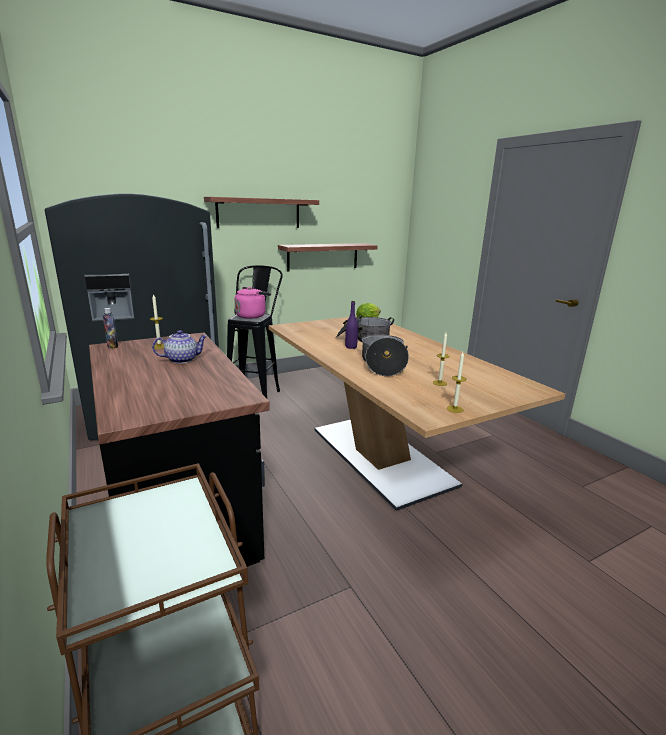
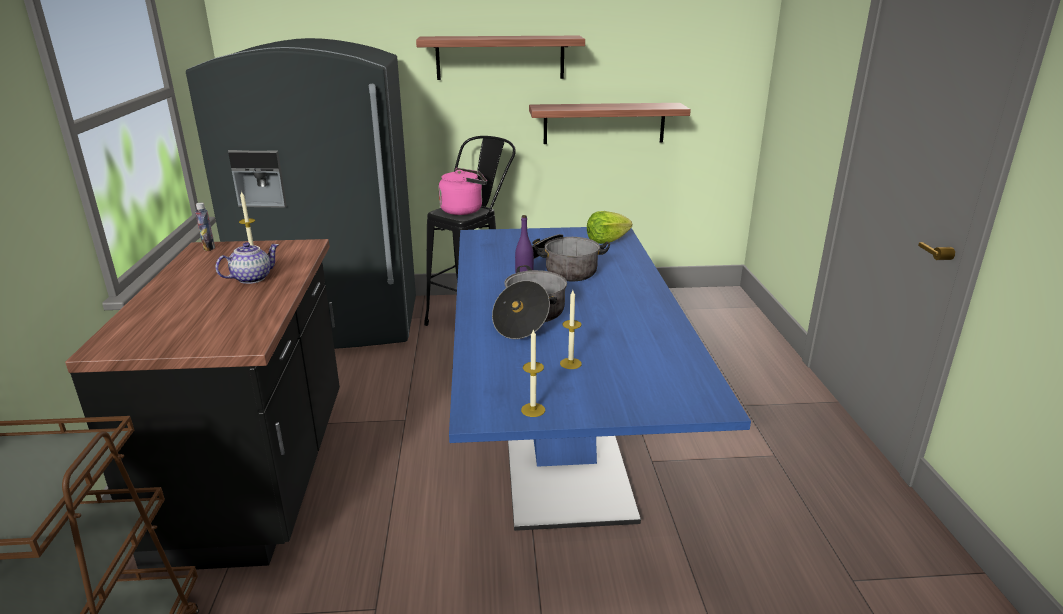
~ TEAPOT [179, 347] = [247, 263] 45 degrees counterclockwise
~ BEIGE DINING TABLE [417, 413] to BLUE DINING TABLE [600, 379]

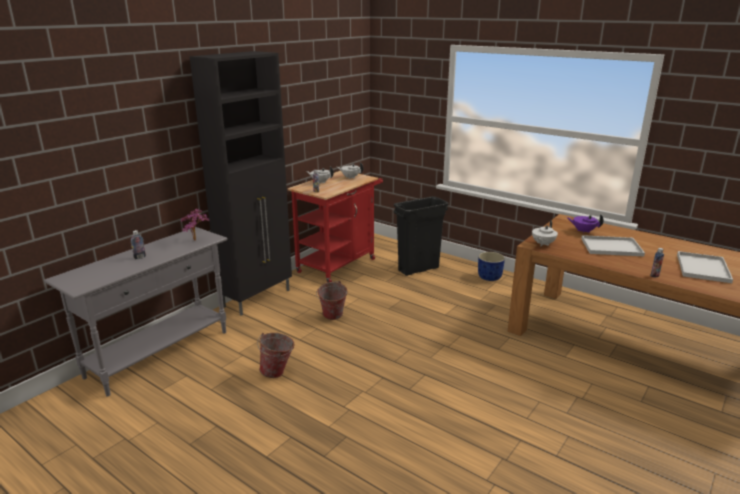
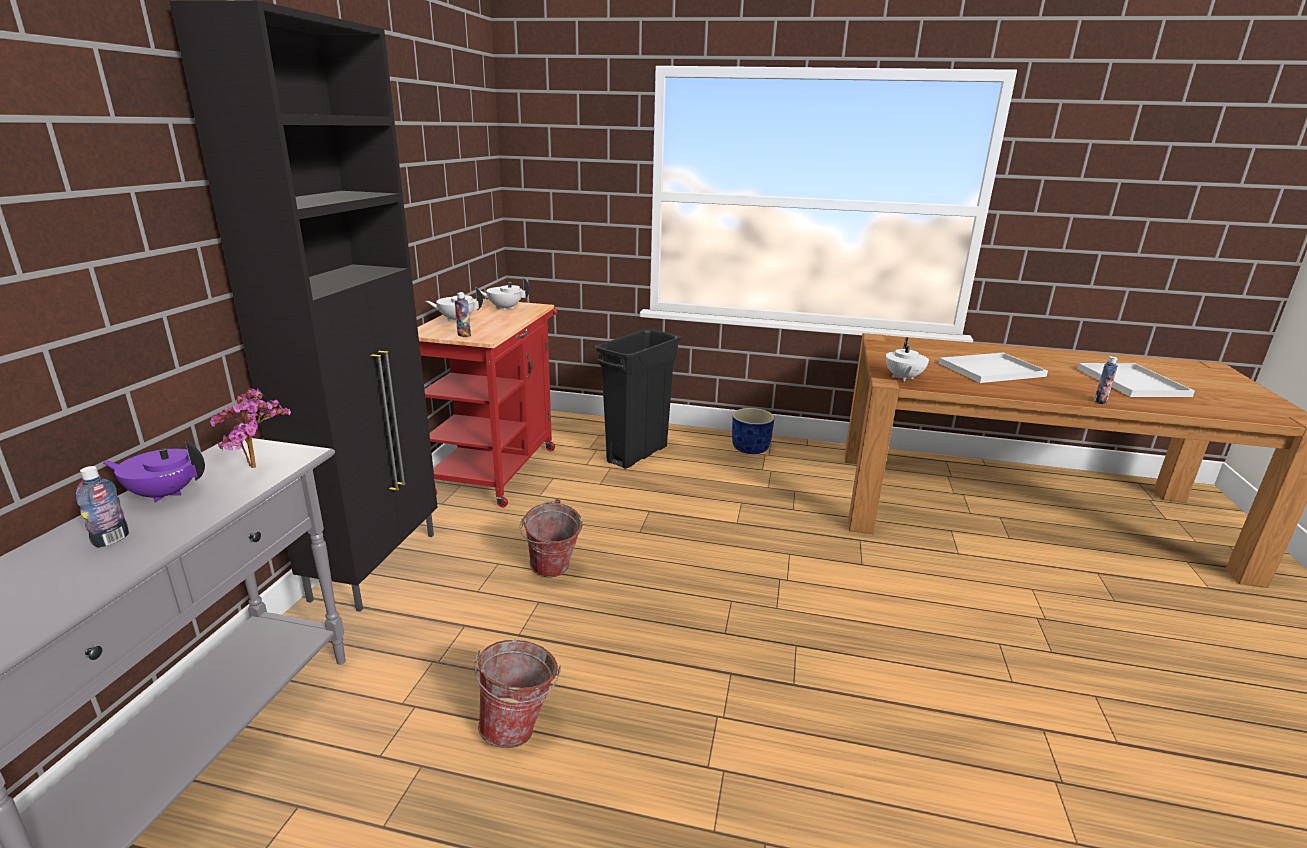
~ PURPLE TEAPOT [585, 224] to [153, 472]

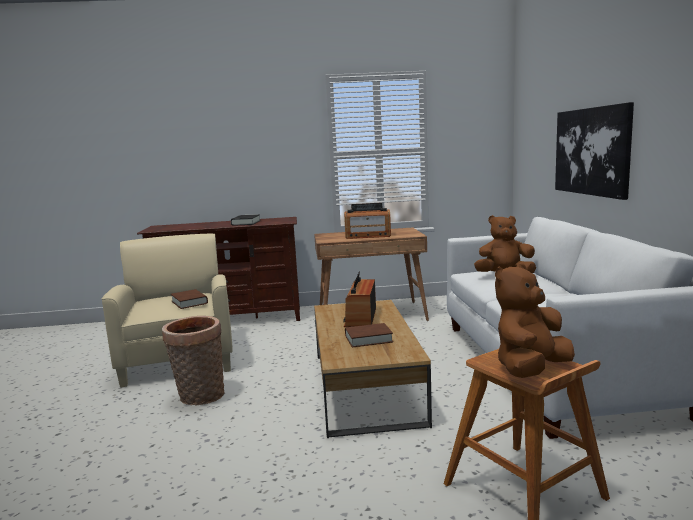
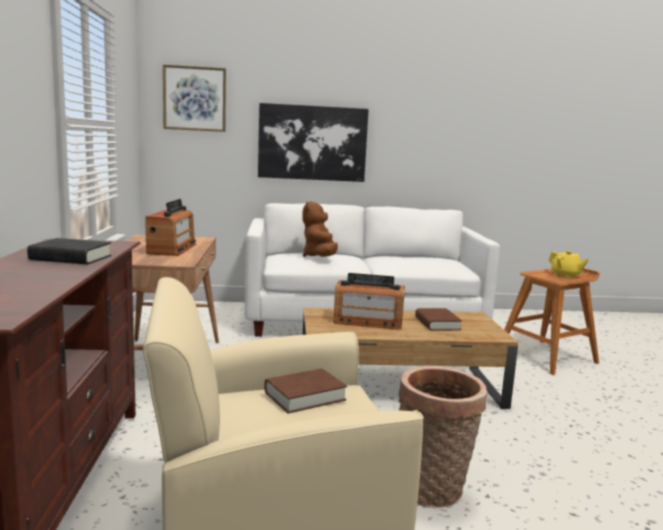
+ PICTURE [194, 98]
~ BROWN PLUSH TOY [535, 320] to YELLOW TEAPOT [569, 264]

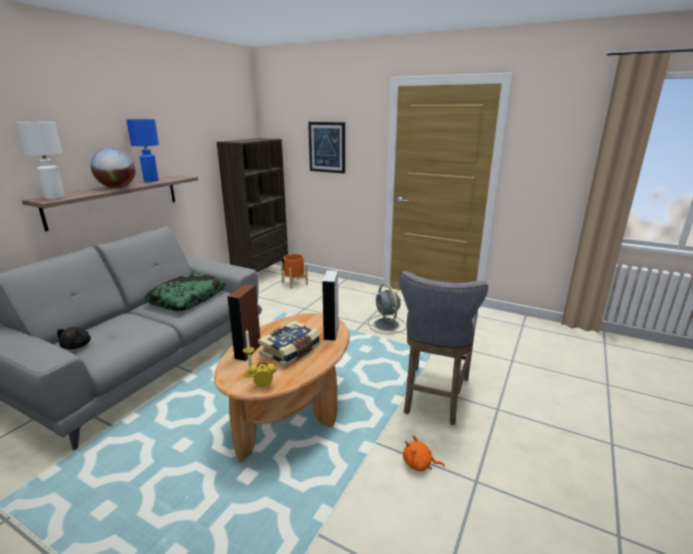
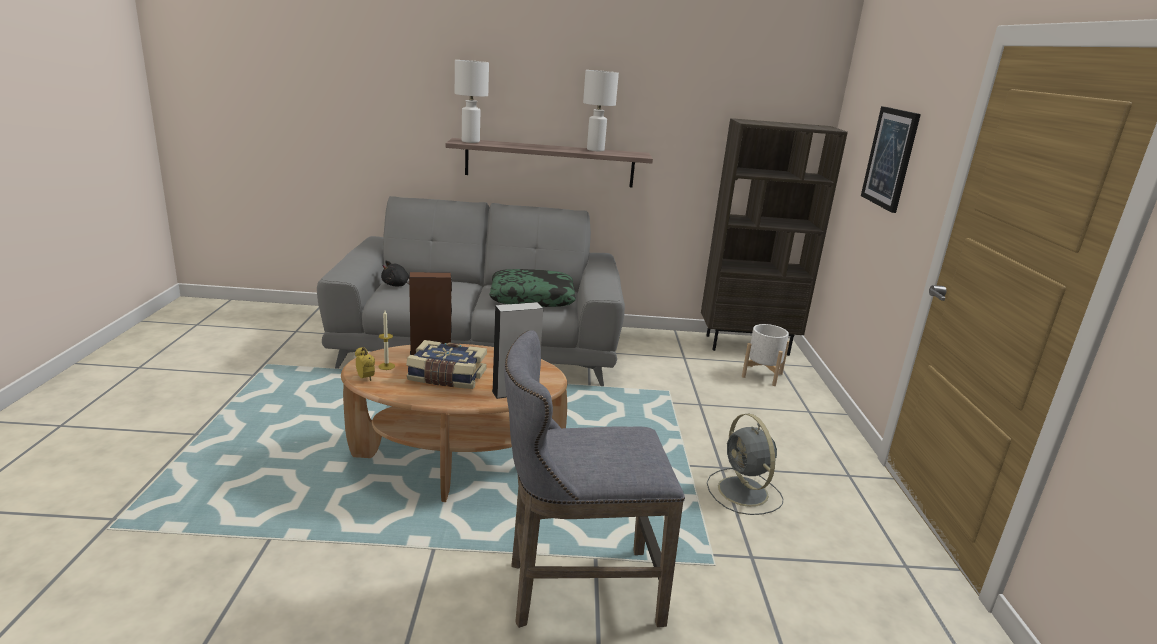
~ BLUE TABLE LAMP [143, 150] to WHITE TABLE LAMP [601, 110]
~ GREY FAN [387, 308] = [745, 464] 60 degrees counterclockwise
~ ORANGE PLANTER [294, 271] to WHITE PLANTER [765, 355]
- GLOBE [113, 168]
- ORANGE PLUSH TOY [424, 453]

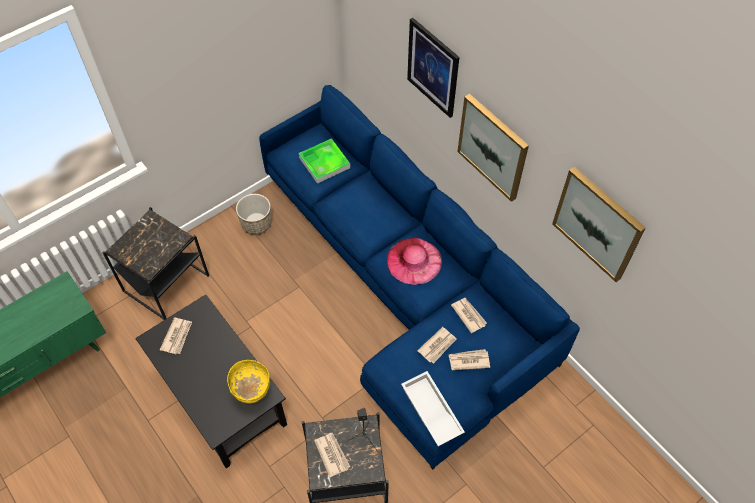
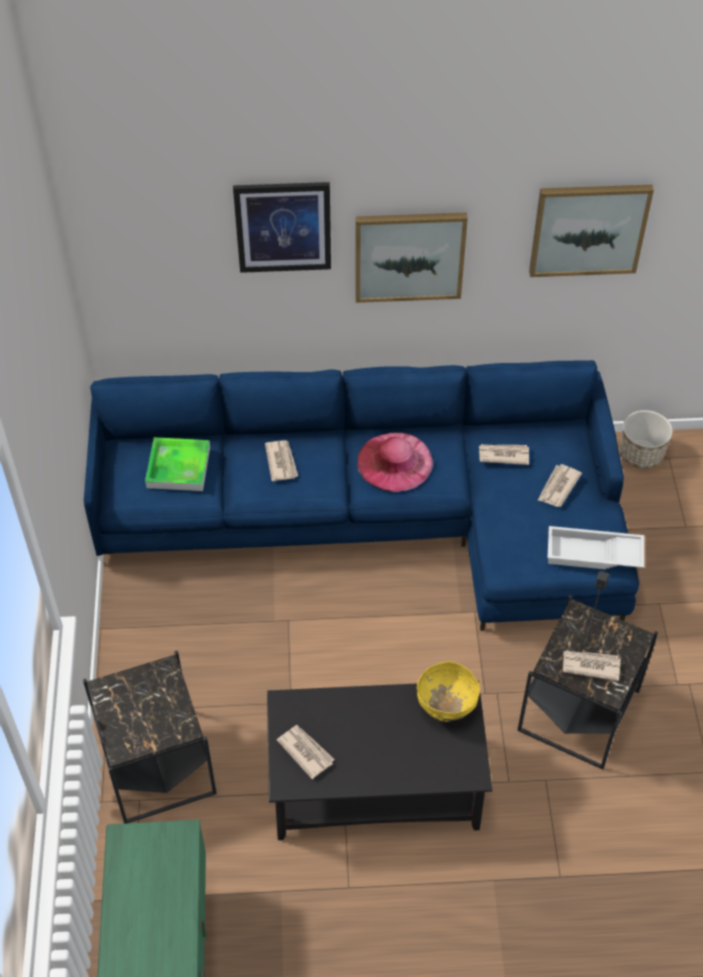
~ NEWSPAPER [437, 345] to [281, 460]
~ PLANTER [254, 214] to [646, 439]

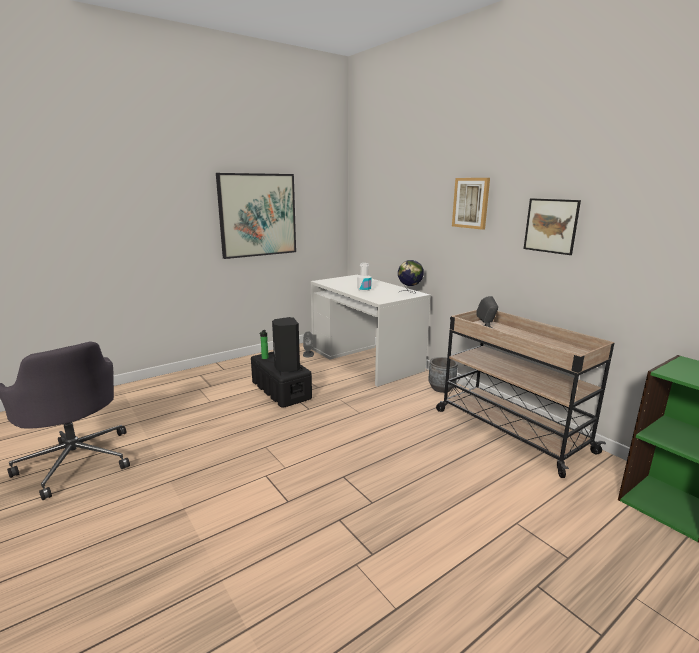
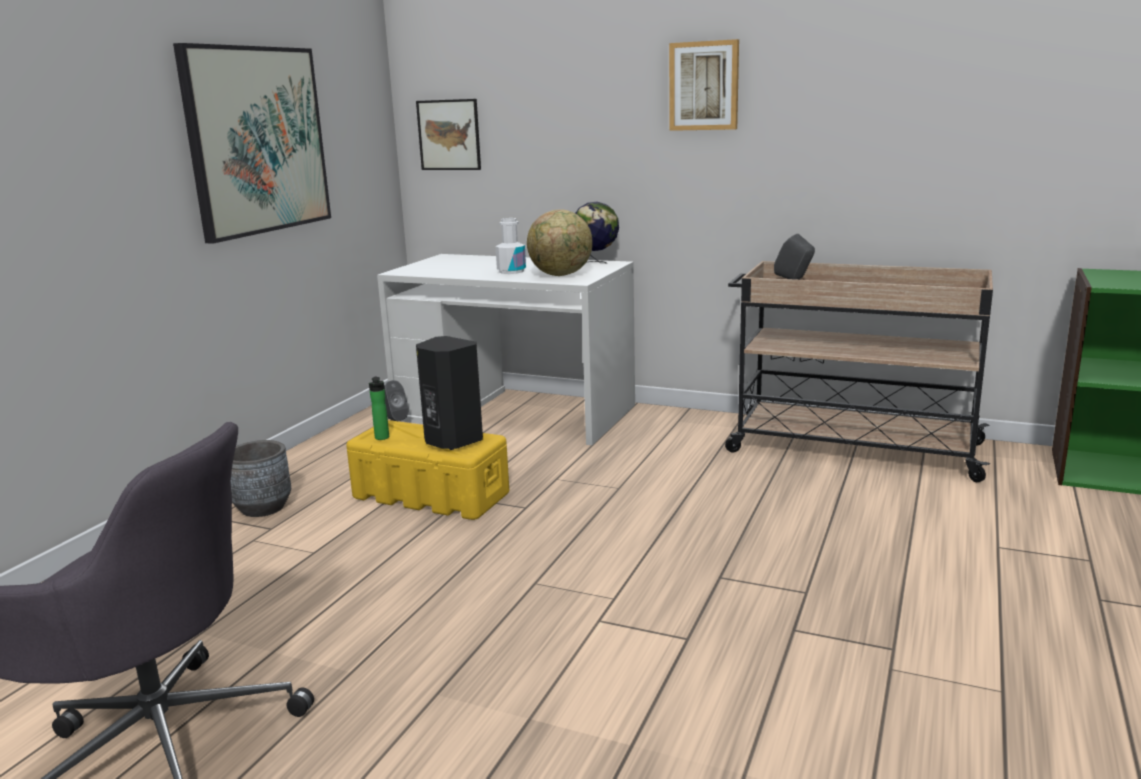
~ GREY PLANTER [443, 375] to [261, 478]
~ BLACK STORAGE BOX [281, 379] to YELLOW STORAGE BOX [427, 470]
~ PICTURE [552, 226] to [448, 134]
+ GLOBE [560, 242]

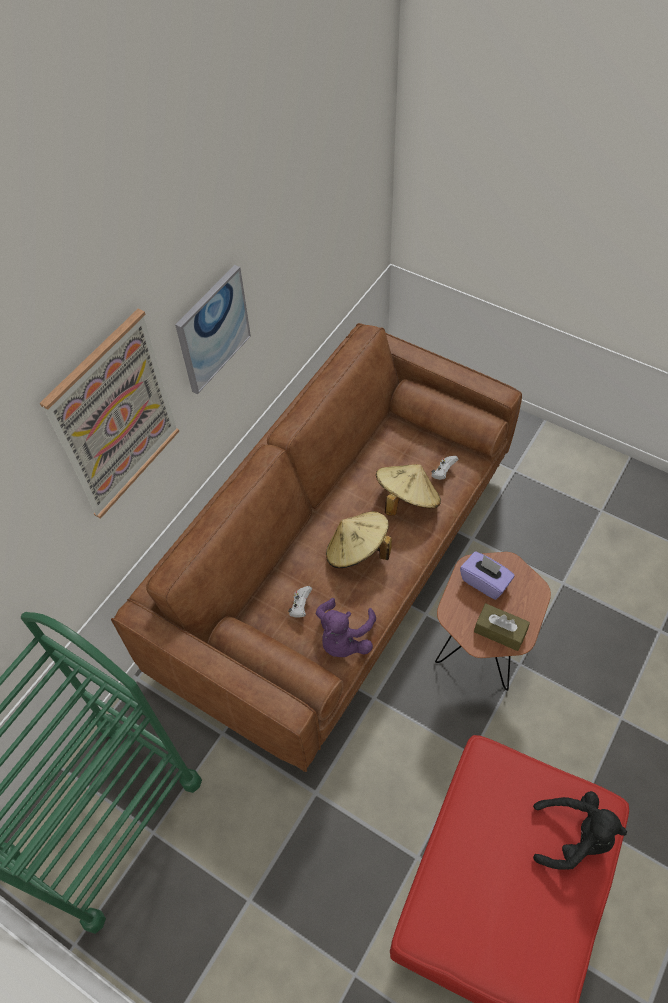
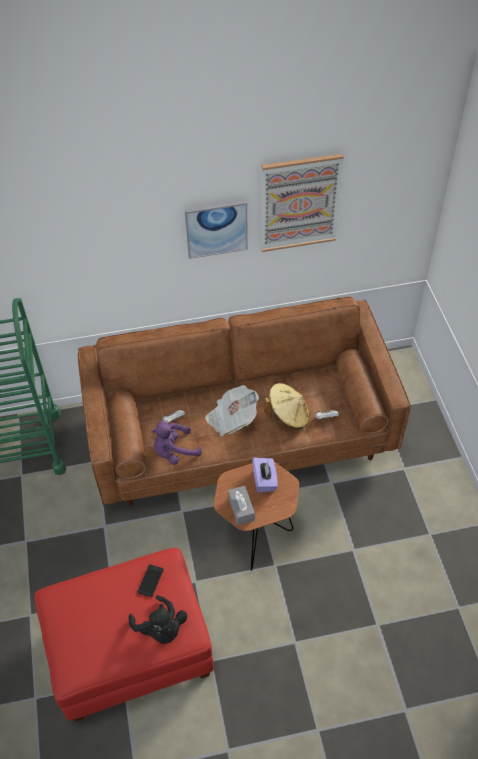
+ PHONE [151, 580]
~ BEIGE HAT [359, 539] to NEWSPAPER [232, 411]
~ BROWN TISSUE BOX [502, 627] to GREY TISSUE BOX [241, 505]
~ PICTURE [109, 414] to [302, 203]

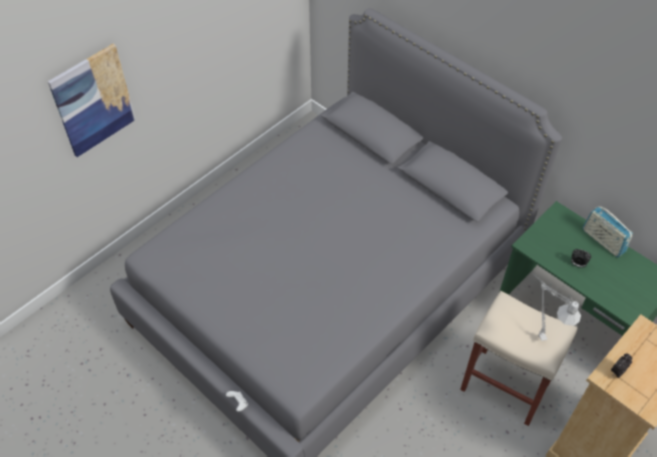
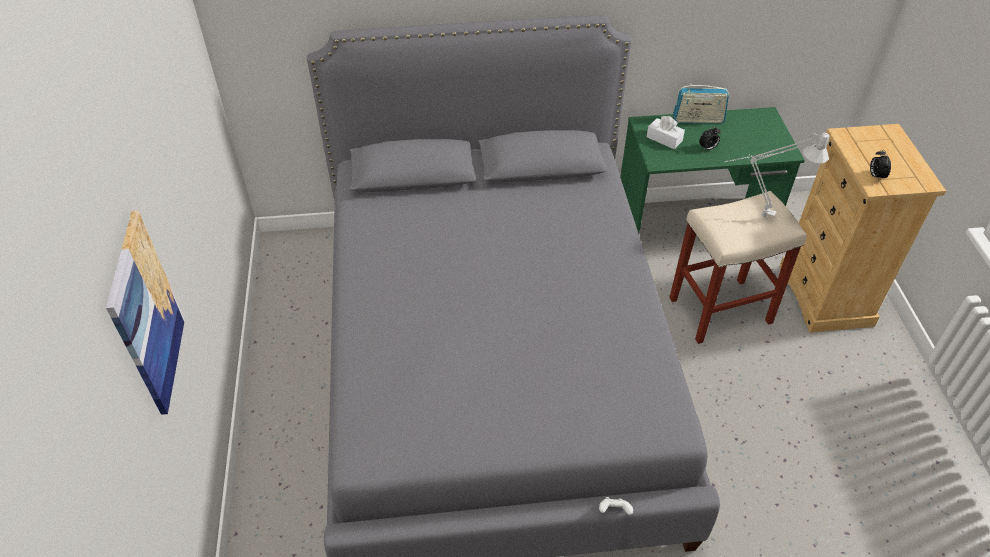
+ WHITE TISSUE BOX [666, 132]

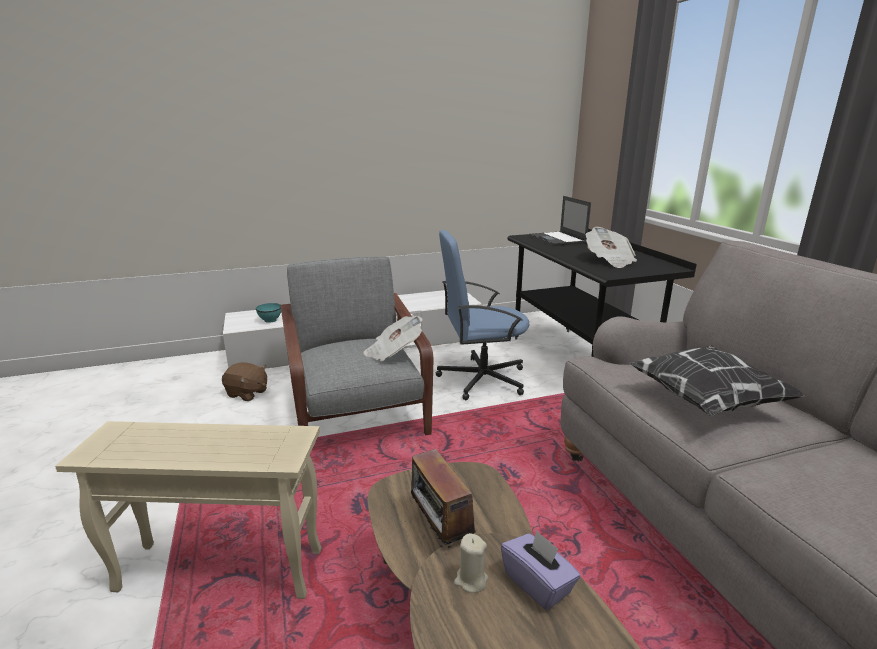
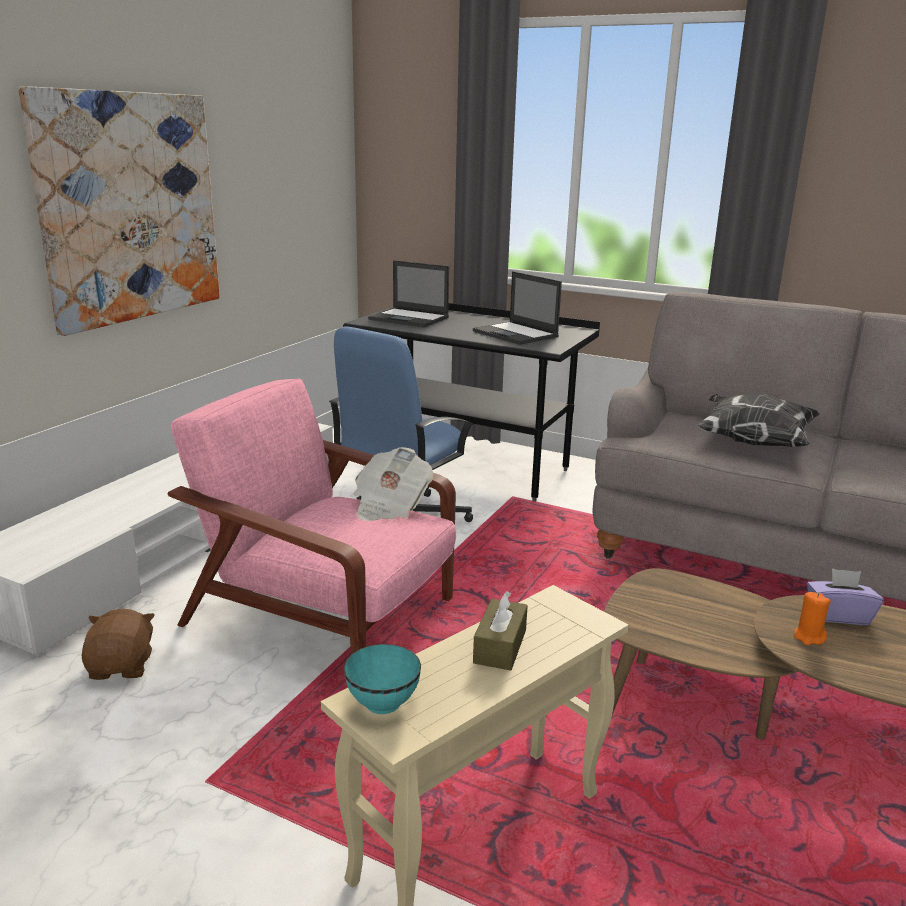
+ PICTURE [119, 211]
~ BROWN PLUSH TOY [244, 381] = [118, 644] 75 degrees counterclockwise
~ GREY ARMCHAIR [356, 345] to PINK ARMCHAIR [312, 516]
~ TURQUOISE BOWL [268, 313] to [382, 679]
~ NEWSPAPER [611, 247] to LAPTOP [517, 308]
+ BROWN TISSUE BOX [500, 631]
~ BEIGE CANDLE [471, 563] to ORANGE CANDLE [812, 618]
- RADIO [440, 498]

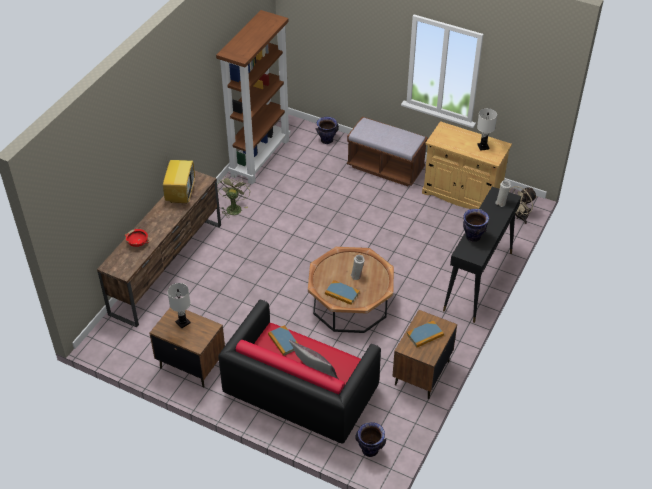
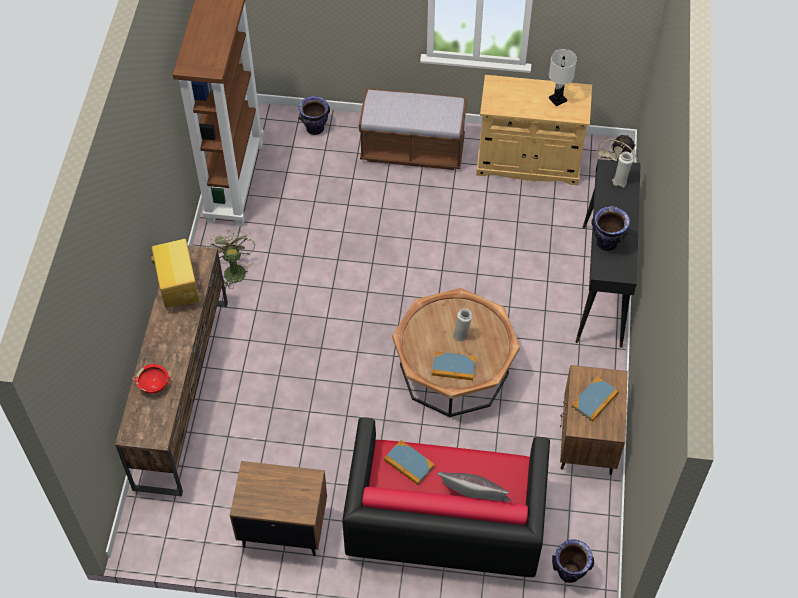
- WHITE TABLE LAMP [179, 305]

